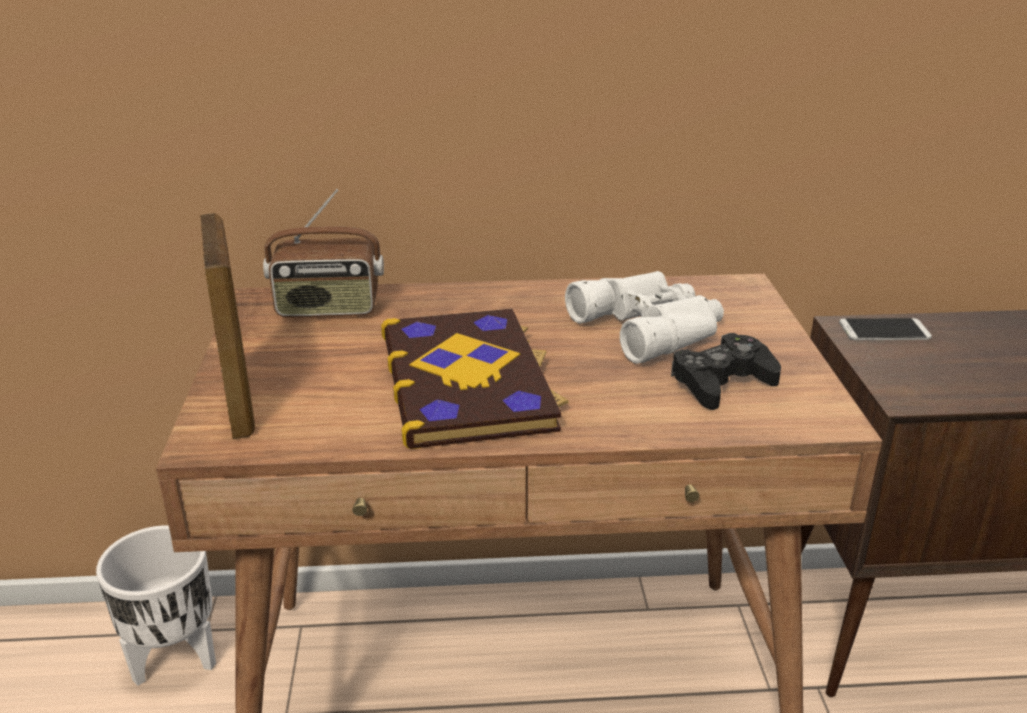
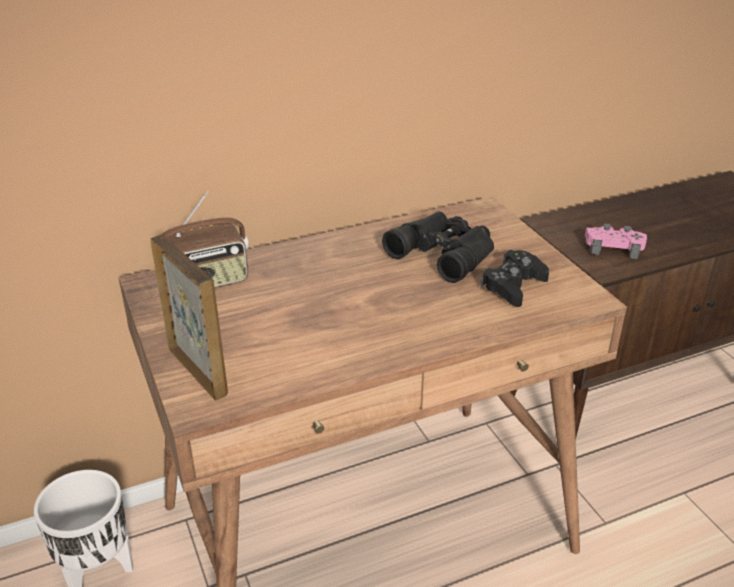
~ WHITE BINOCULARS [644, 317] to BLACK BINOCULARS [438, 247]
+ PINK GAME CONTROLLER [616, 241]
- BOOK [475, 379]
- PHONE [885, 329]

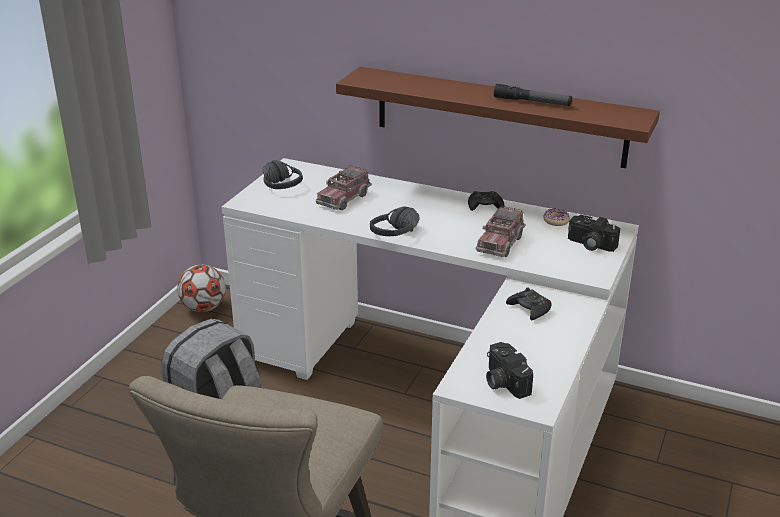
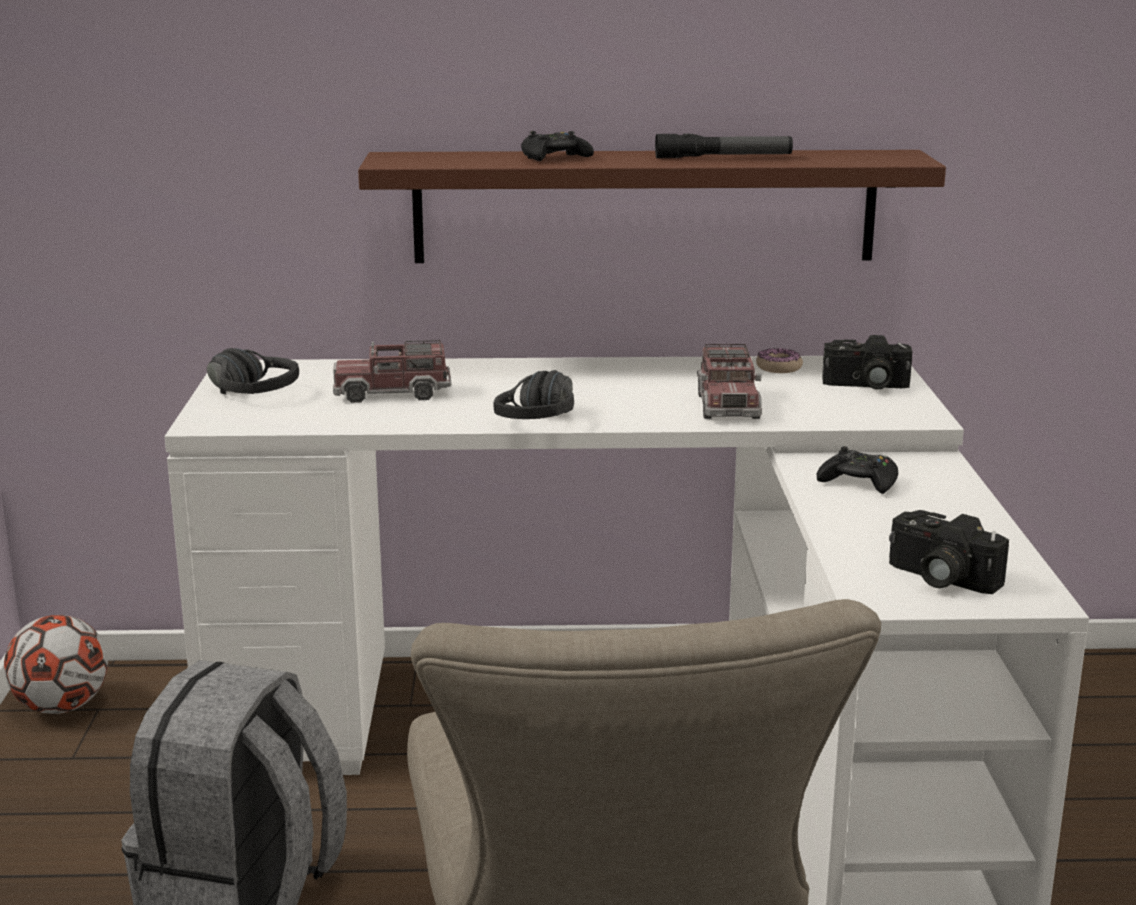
~ TOY TRUCK [344, 188] = [392, 371] 75 degrees clockwise
~ BLACK GAME CONTROLLER [486, 201] to [557, 146]

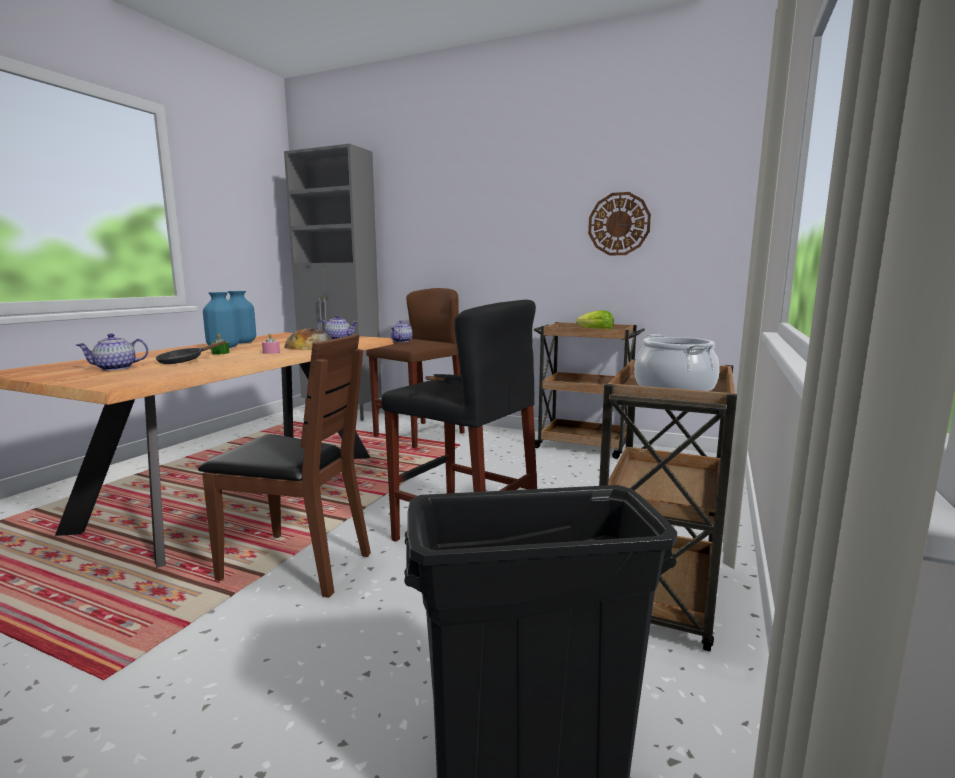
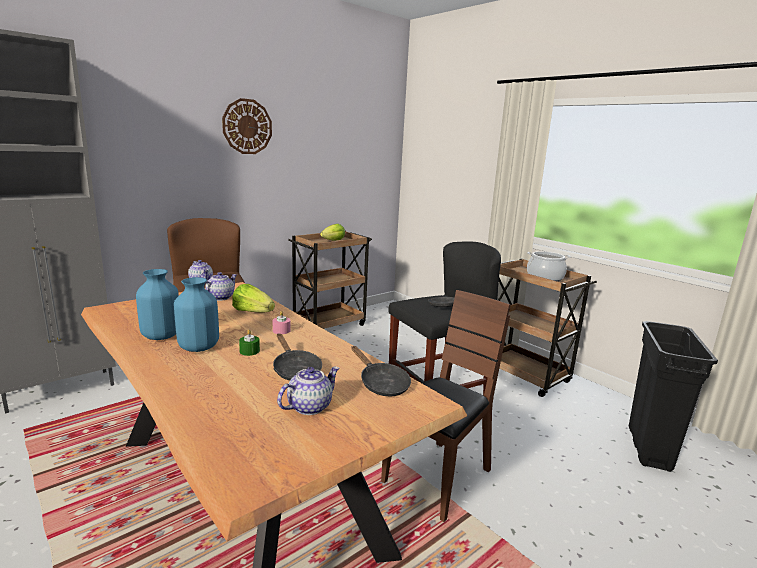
~ WALL CLOCK [619, 223] to [247, 126]
~ BREAD [308, 339] to LETTUCE [253, 298]
~ TEAPOT [112, 352] = [308, 391] 135 degrees counterclockwise
+ BLACK FRYING PAN [381, 371]

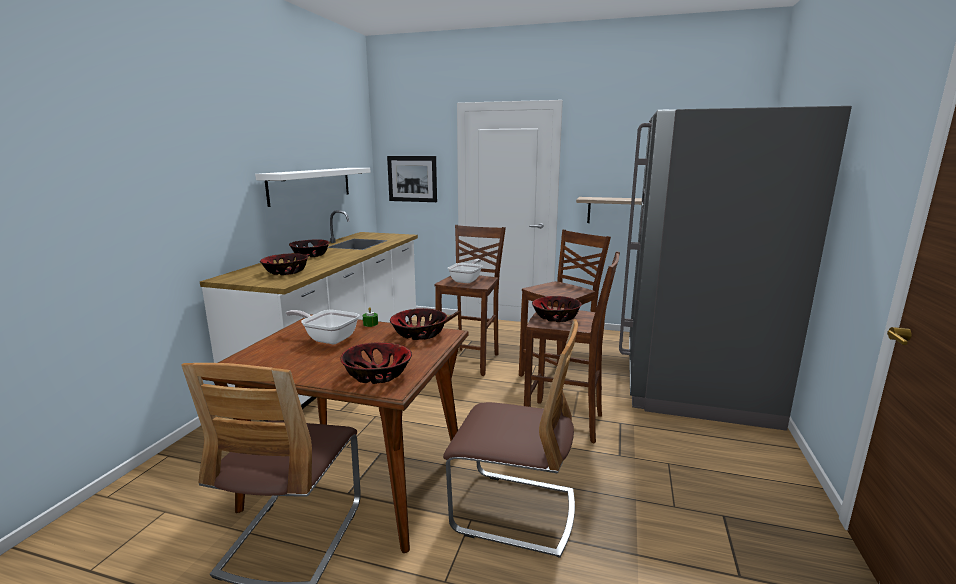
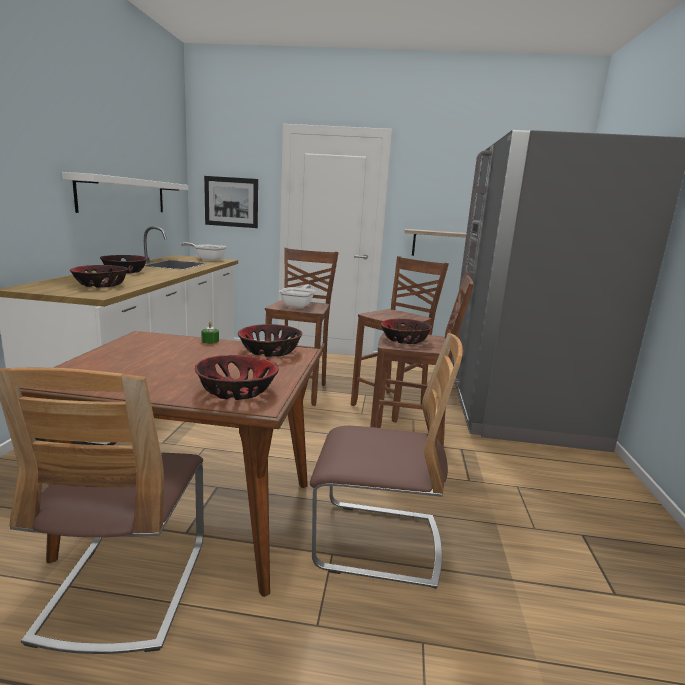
~ FRYING PAN [322, 327] to [204, 252]

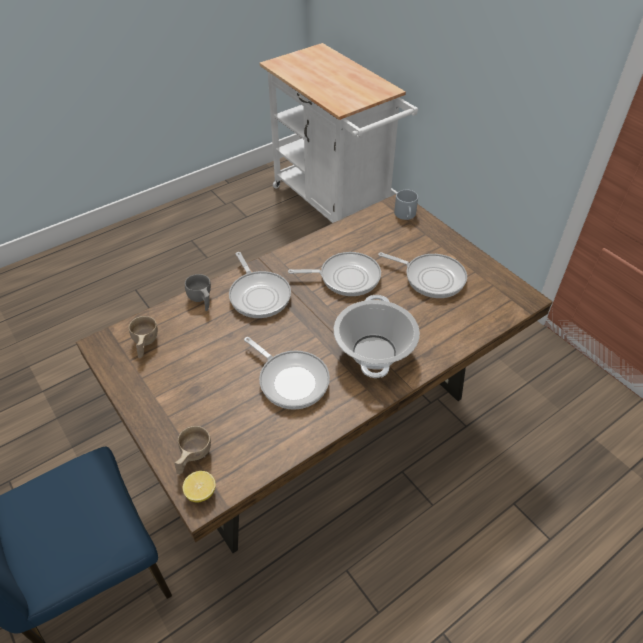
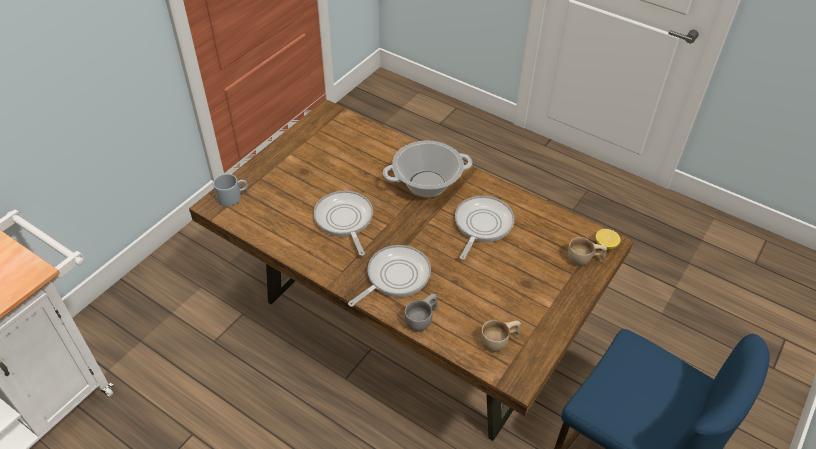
- FRYING PAN [422, 275]

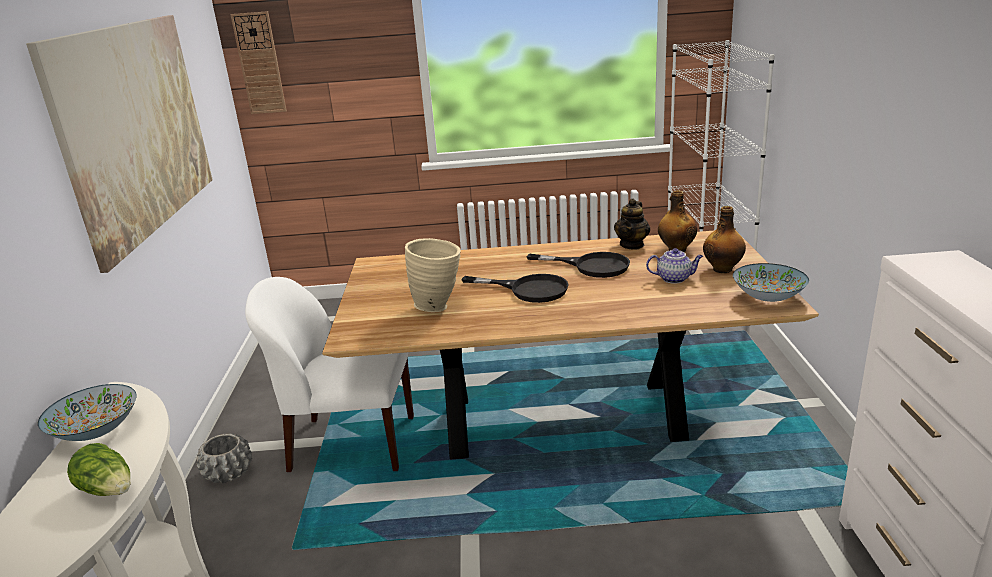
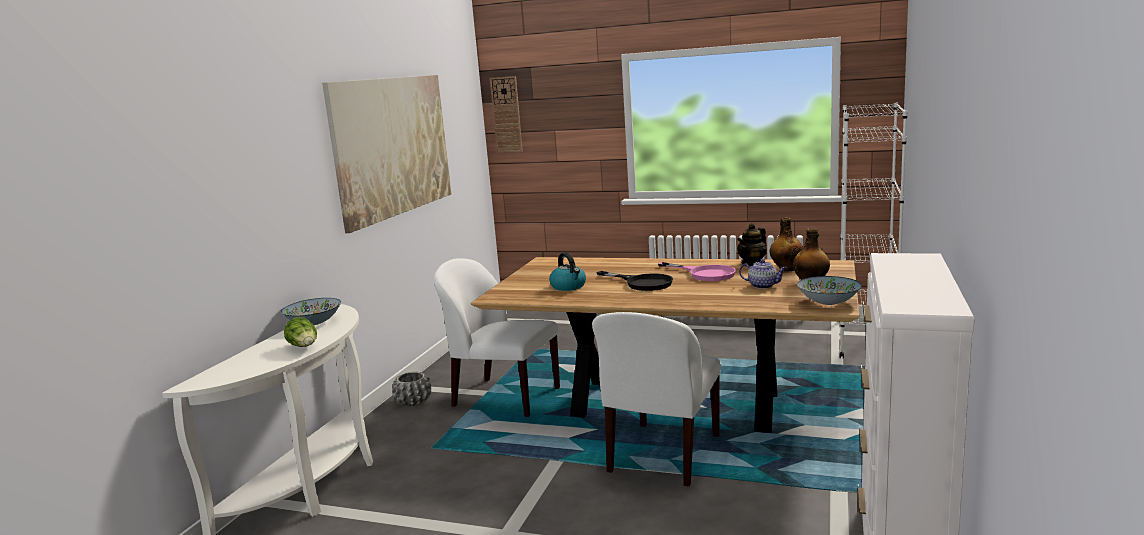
~ BEIGE VASE [433, 275] to KETTLE [567, 271]
+ WHITE CHAIR [656, 399]
~ BLACK FRYING PAN [578, 265] to PINK FRYING PAN [697, 271]

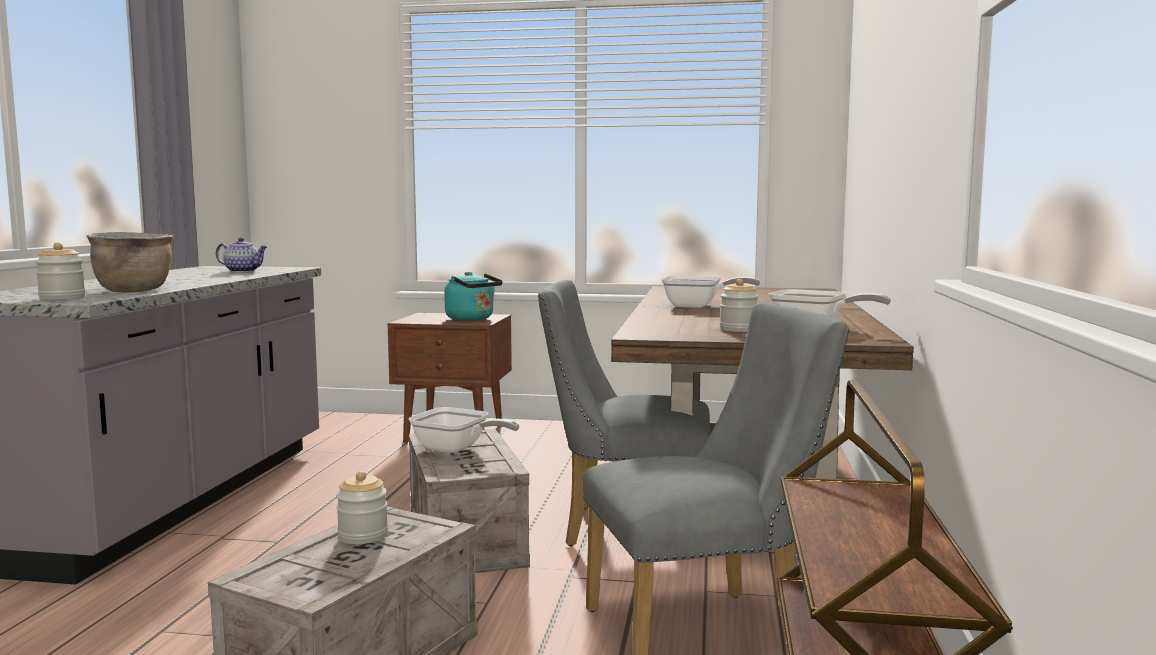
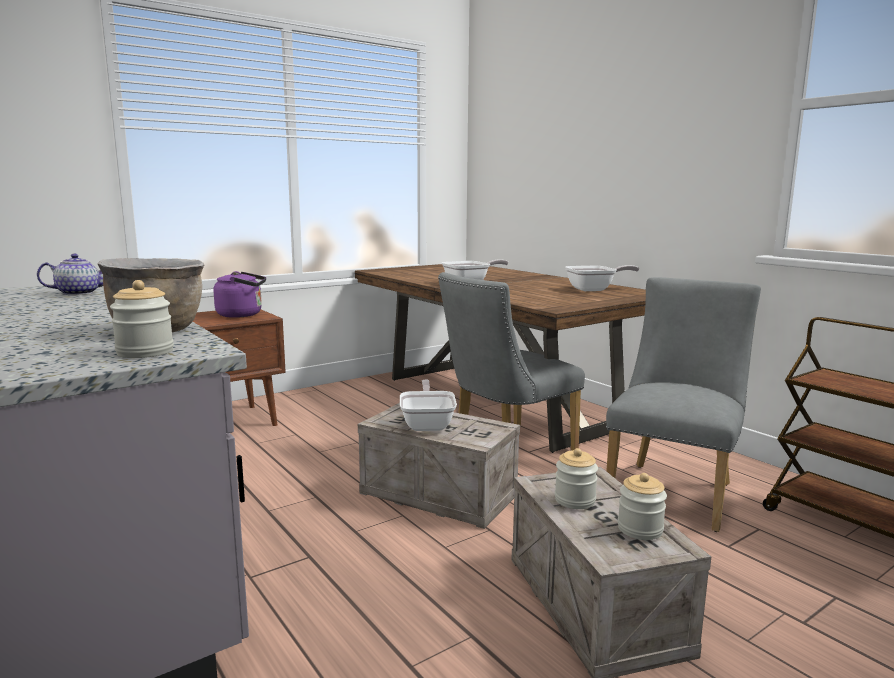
~ TURQUOISE KETTLE [473, 296] to PURPLE KETTLE [239, 294]
~ FRYING PAN [464, 430] = [428, 405] 75 degrees counterclockwise
~ JAR [739, 305] to [642, 506]

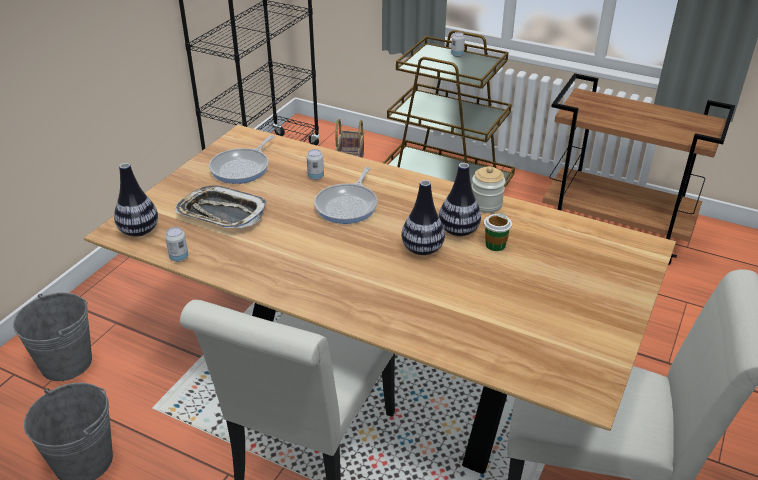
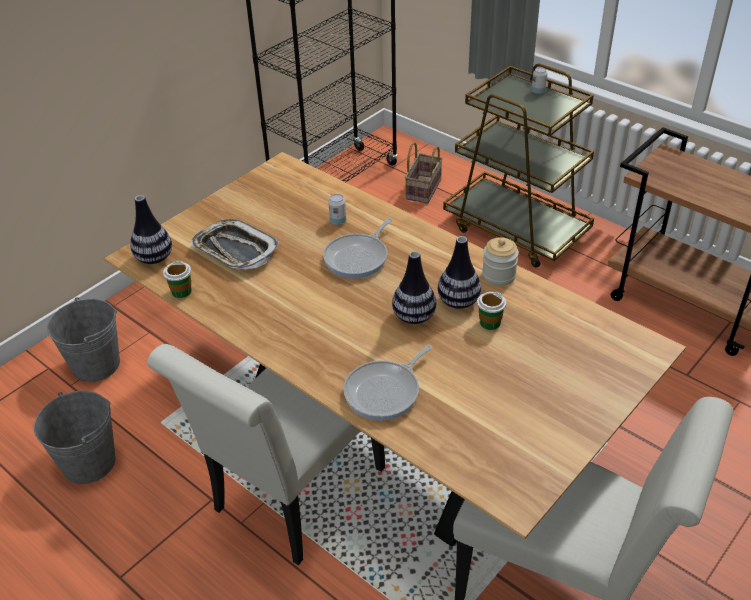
~ CAN [177, 244] to CUP [177, 279]
~ FRYING PAN [242, 159] to [387, 382]

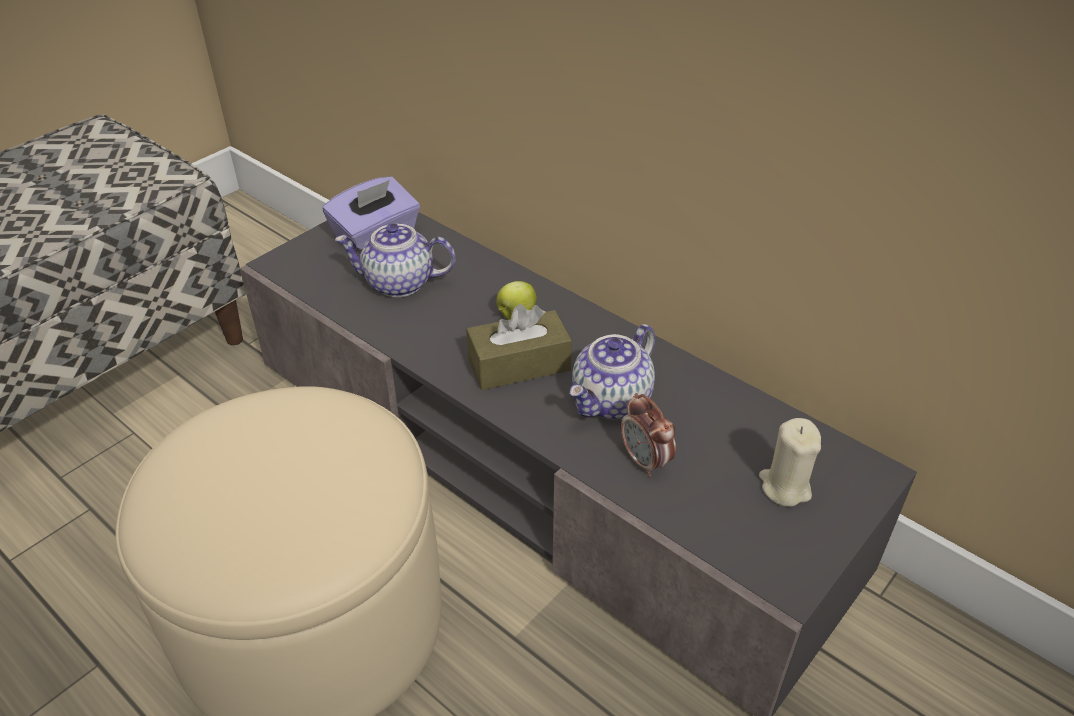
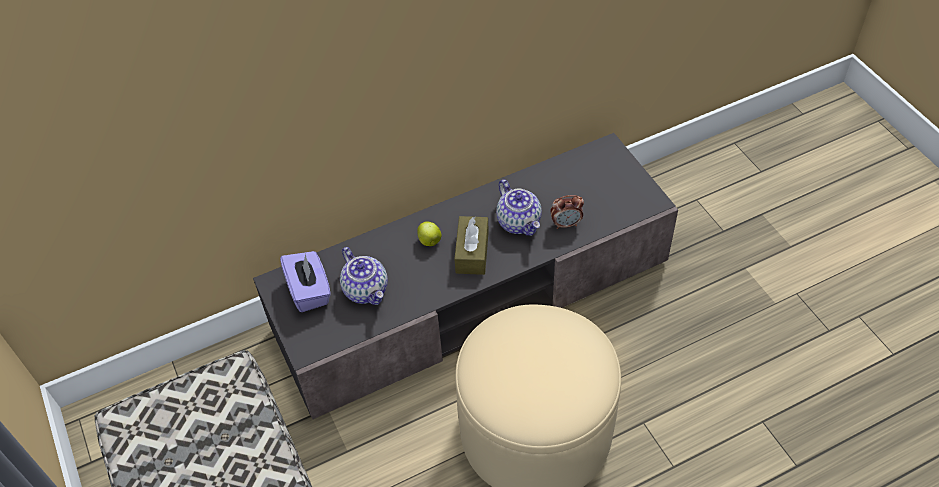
~ TEAPOT [395, 260] = [364, 276] 60 degrees counterclockwise
- BEIGE CANDLE [790, 462]

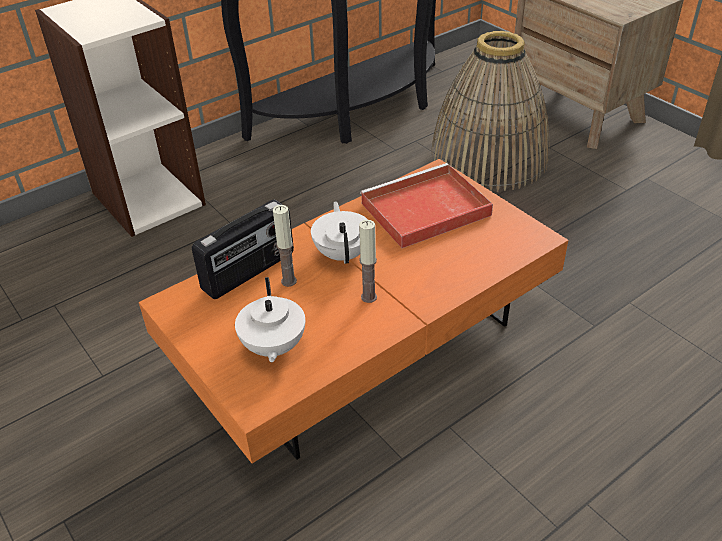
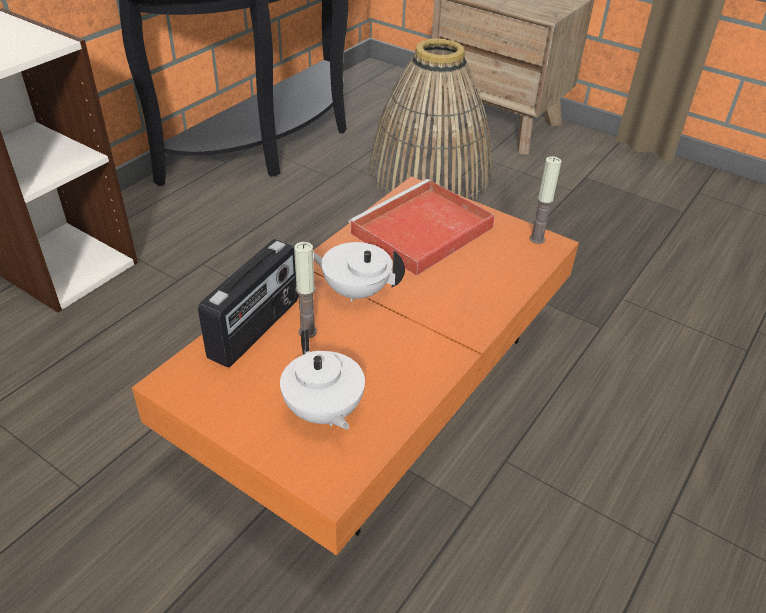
~ WHITE TEAPOT [339, 232] = [359, 272] 45 degrees counterclockwise
~ CANDLE [368, 261] to [545, 200]

